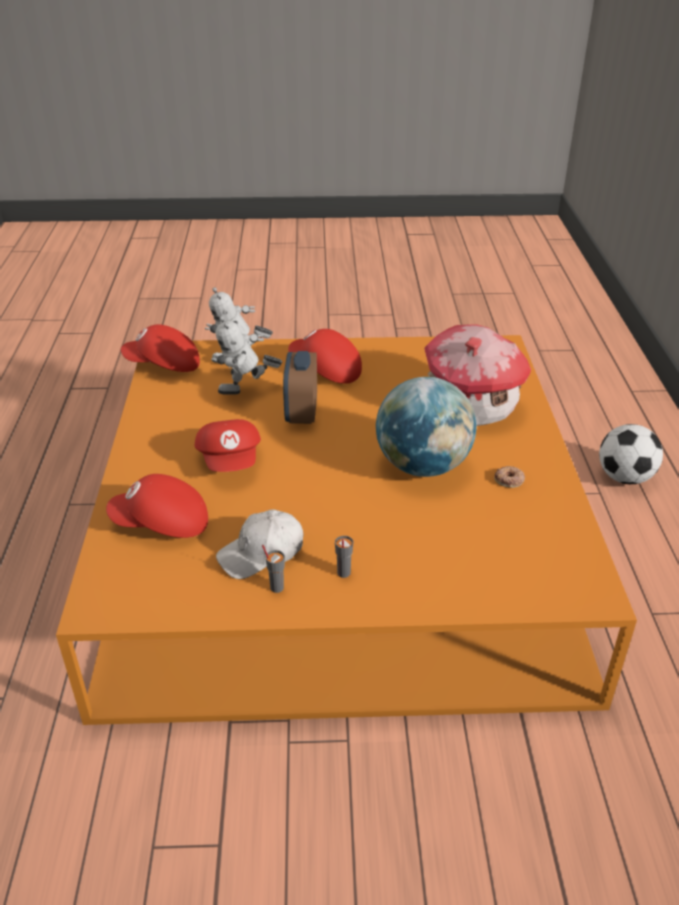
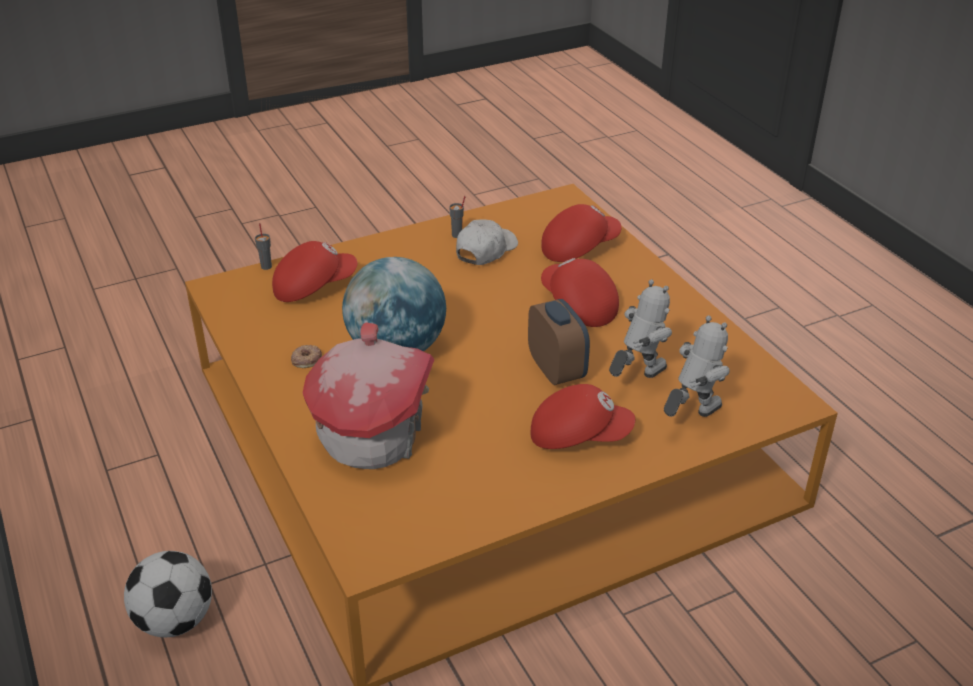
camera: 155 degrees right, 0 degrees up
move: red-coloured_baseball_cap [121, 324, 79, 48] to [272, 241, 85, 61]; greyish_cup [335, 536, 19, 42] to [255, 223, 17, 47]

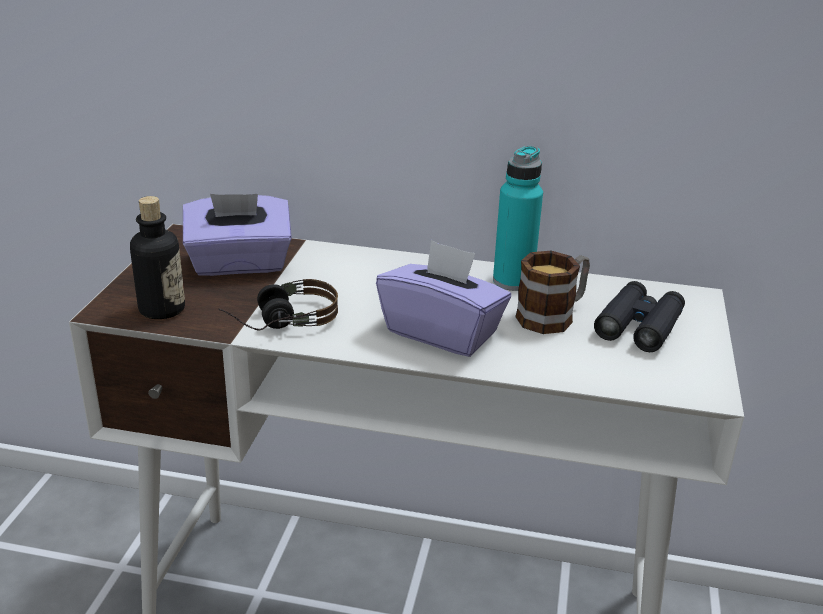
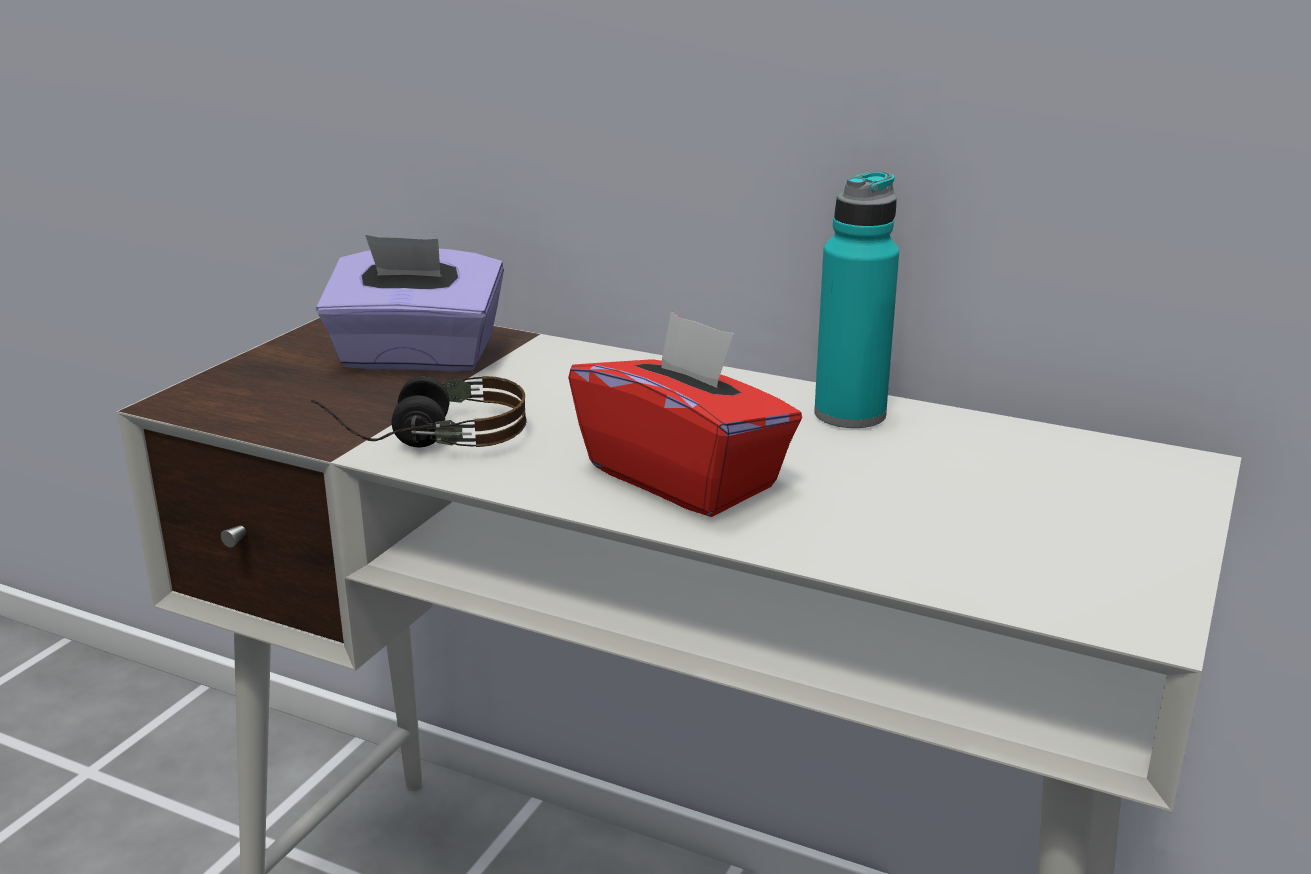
camera: 15 degrees right, 5 degrees down
delete: beverage_bottle [130, 196, 55, 123]; tea_mug [515, 251, 75, 83]; black_pair_of_binoculars [594, 281, 91, 71]
recolor: purple-coloured_tissue_holder [376, 240, 135, 117] to red-coloured_tissue_holder [568, 311, 234, 206]

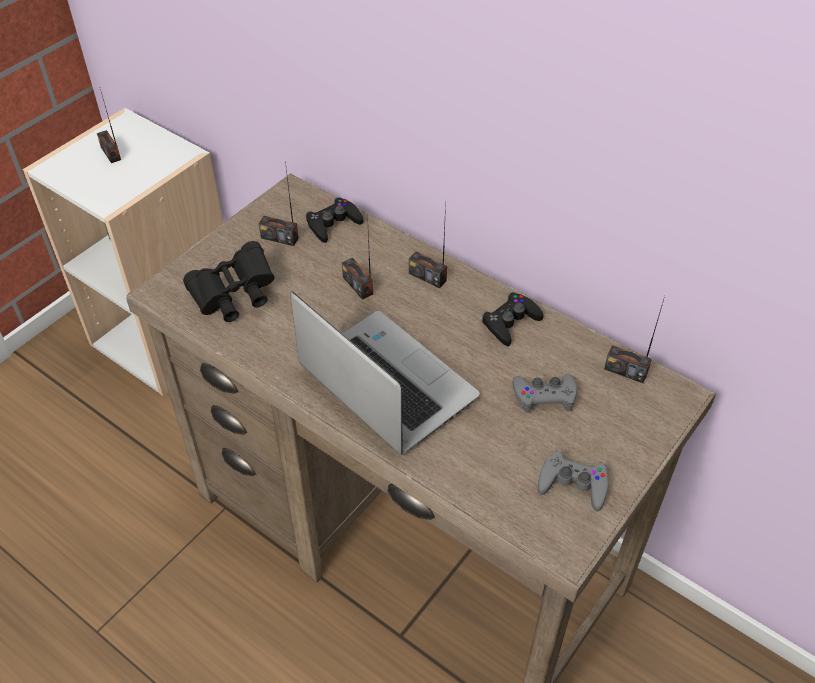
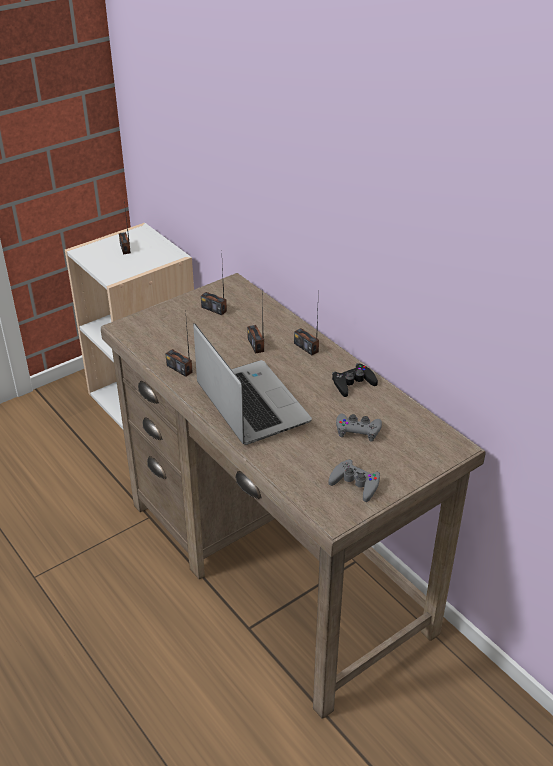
camera: 15 degrees right, 10 degrees down
delete: black_game_controller [306, 197, 57, 46]; black_pair_of_binoculars [183, 241, 92, 81]
move: radio_receiver [604, 296, 61, 87] to [165, 309, 28, 68]

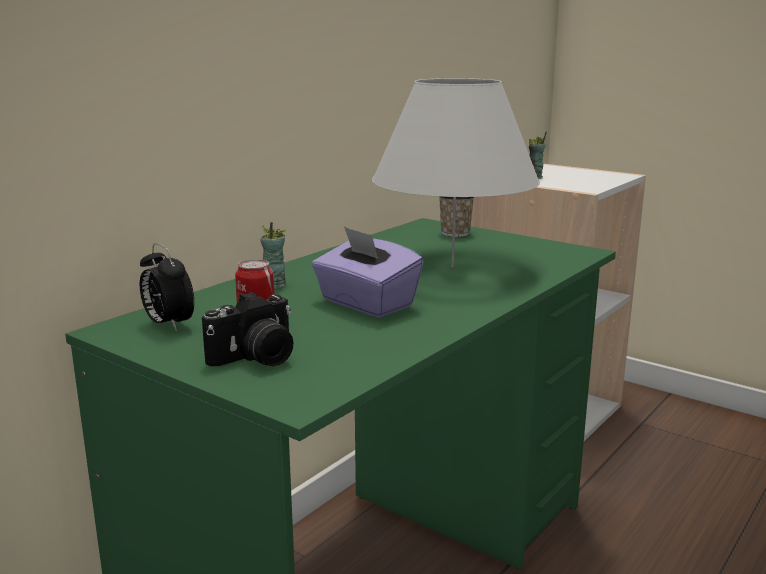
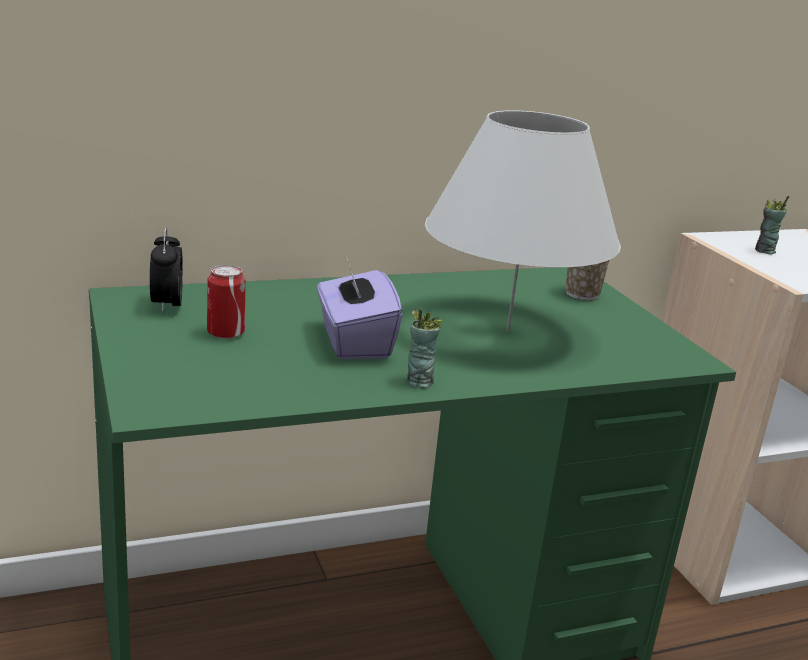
camera: 30 degrees right, 5 degrees up
delete: still_camera [202, 292, 91, 75]
move: cup [260, 222, 26, 67] to [407, 309, 36, 79]

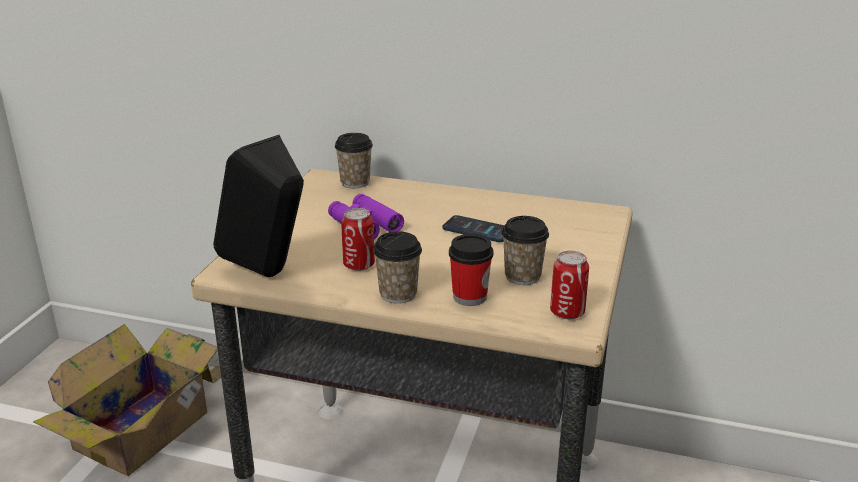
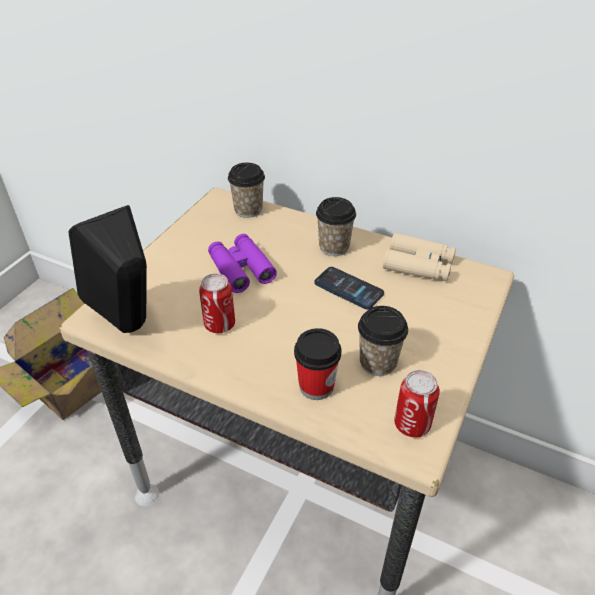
camera: 10 degrees right, 15 degrees up
insert: beige_pair_of_binoculars [383, 233, 73, 48]
move: cup [373, 231, 49, 73] to [316, 197, 40, 59]

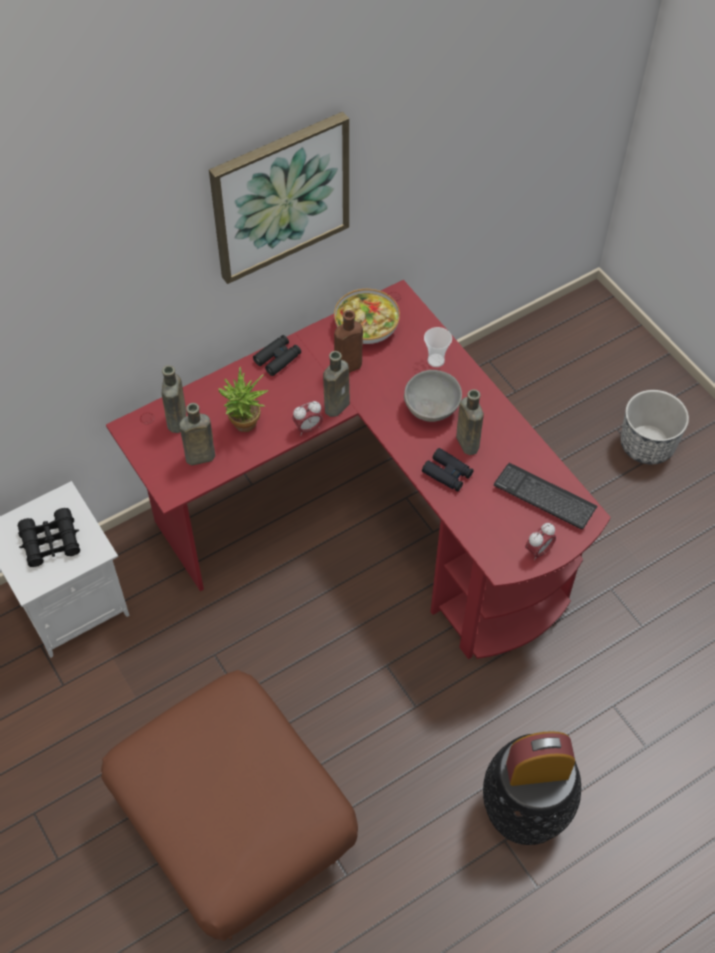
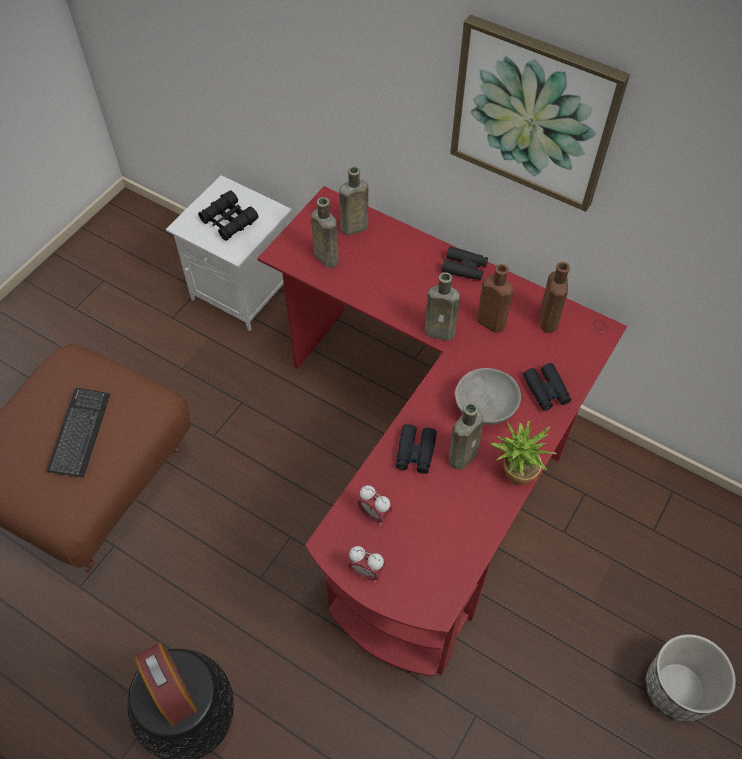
camera: 65 degrees right, 0 degrees up
move: houseplant [218, 367, 50, 65] to [491, 421, 66, 64]; alarm_clock [292, 401, 31, 33] to [357, 485, 35, 40]; keyboard [494, 463, 104, 66] to [47, 388, 63, 90]
replace: deep_dish [334, 289, 66, 55] to brown-coloured_beverage_bottle [540, 262, 30, 71]; cup [424, 327, 28, 40] to black_pair_of_binoculars [523, 363, 48, 48]

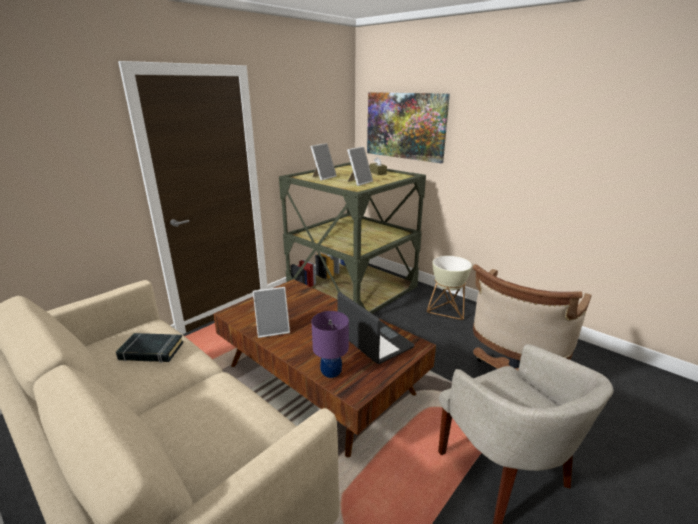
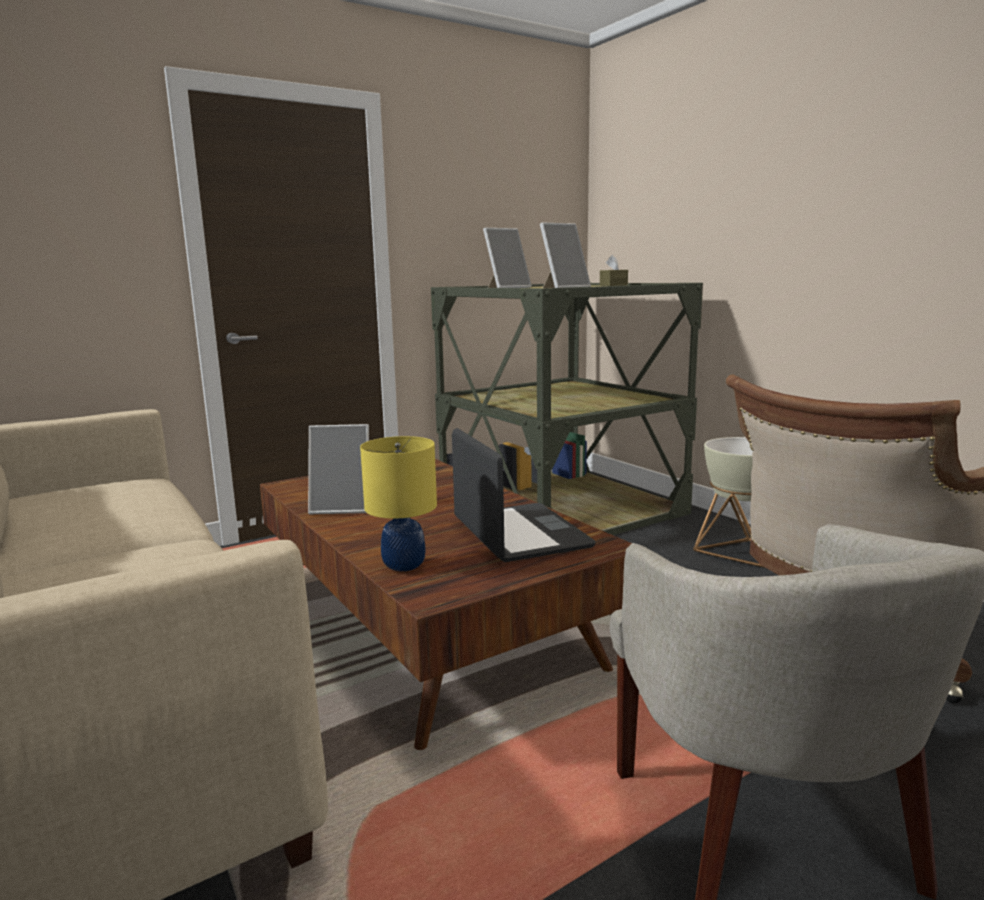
camera: 15 degrees right, 10 degrees down
delete: picture [367, 92, 83, 71]; black_book [116, 333, 68, 30]
recolor: purple-coloured_lamp_for_a_table [311, 311, 38, 67] to yellow_lamp_for_a_table [360, 436, 77, 135]

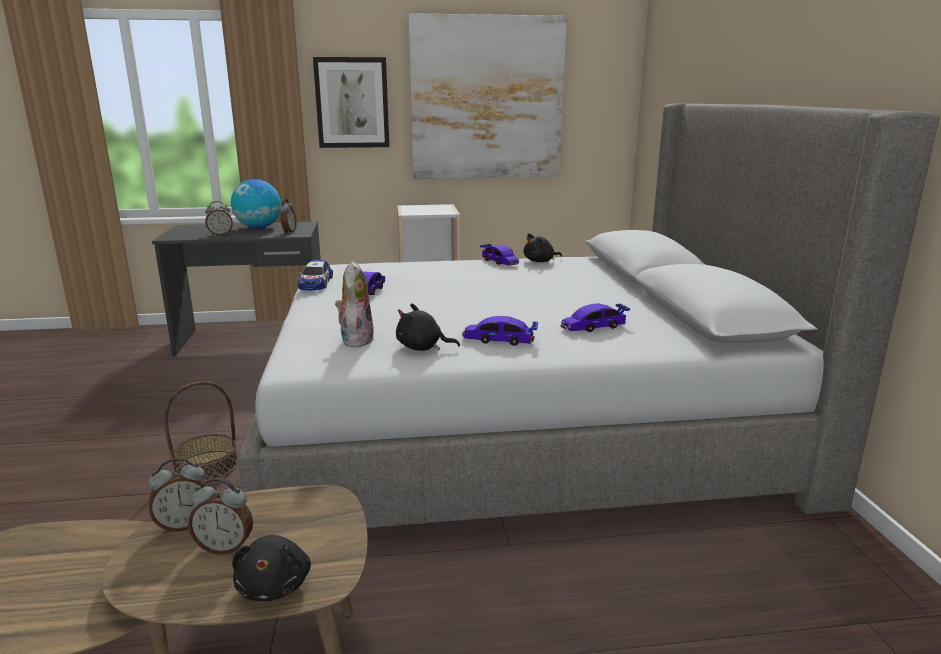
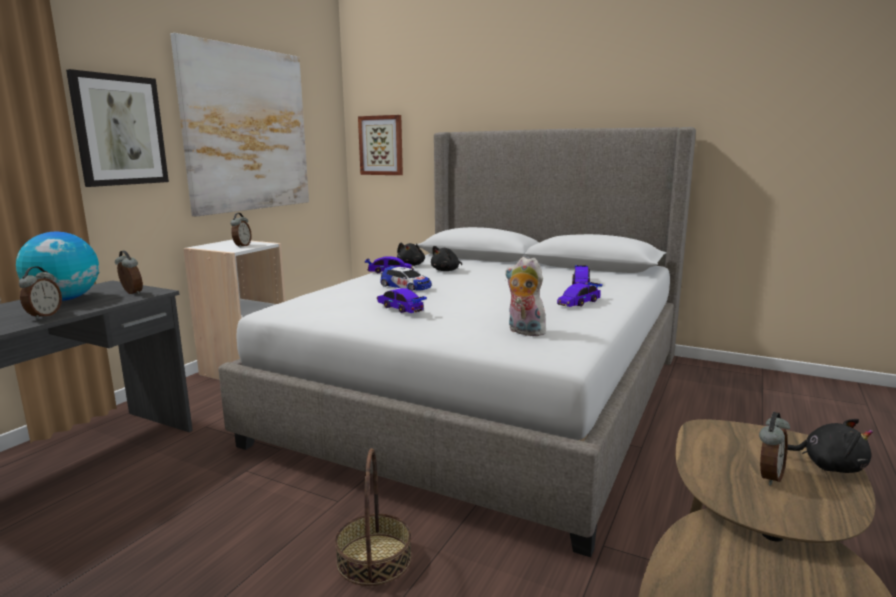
camera: 55 degrees left, 5 degrees down
insert: picture [358, 115, 45, 60]
move: miniature_car [298, 260, 35, 30] to [380, 267, 51, 24]; black_cuddly_toy [396, 303, 64, 48] to [431, 246, 31, 25]; alarm_clock [148, 458, 60, 75] to [230, 213, 22, 35]

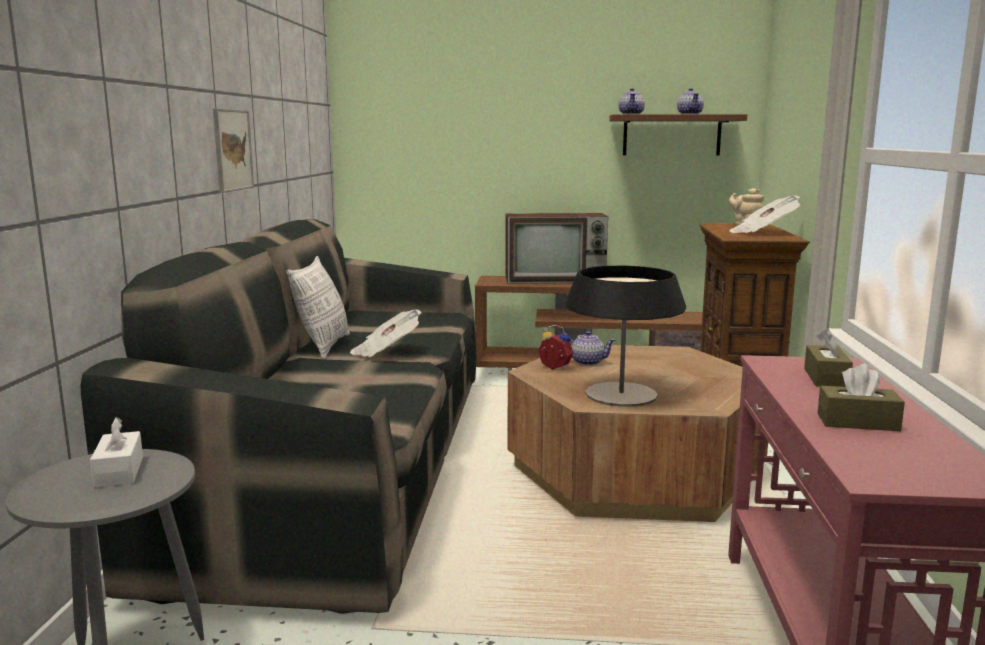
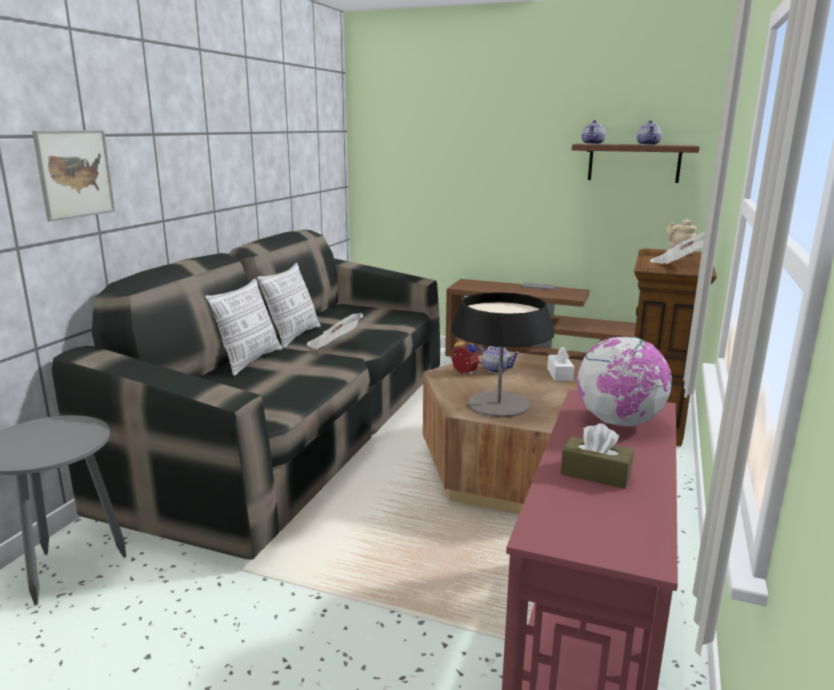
camera: 15 degrees right, 5 degrees up
delete: television [505, 213, 103, 70]
insert: cushion [205, 279, 77, 97]
move: picture [213, 108, 41, 85] to [32, 130, 83, 92]; white-coloured_tissue_holder [90, 417, 53, 71] to [547, 347, 27, 34]
replace: brown-coloured_tissue_holder [804, 328, 49, 59] to desk_globe [577, 336, 95, 91]

